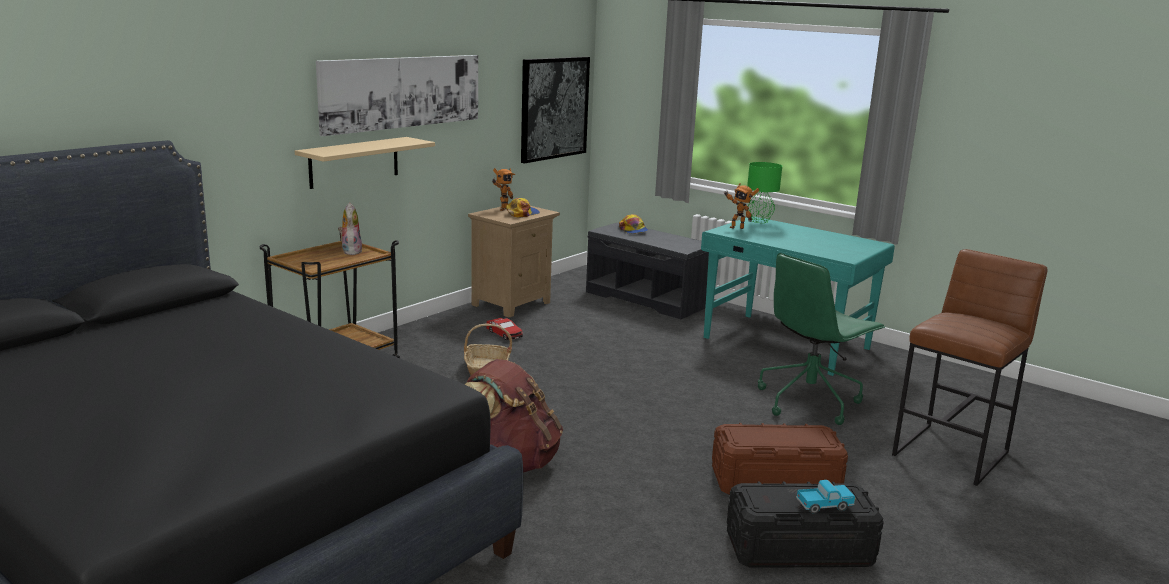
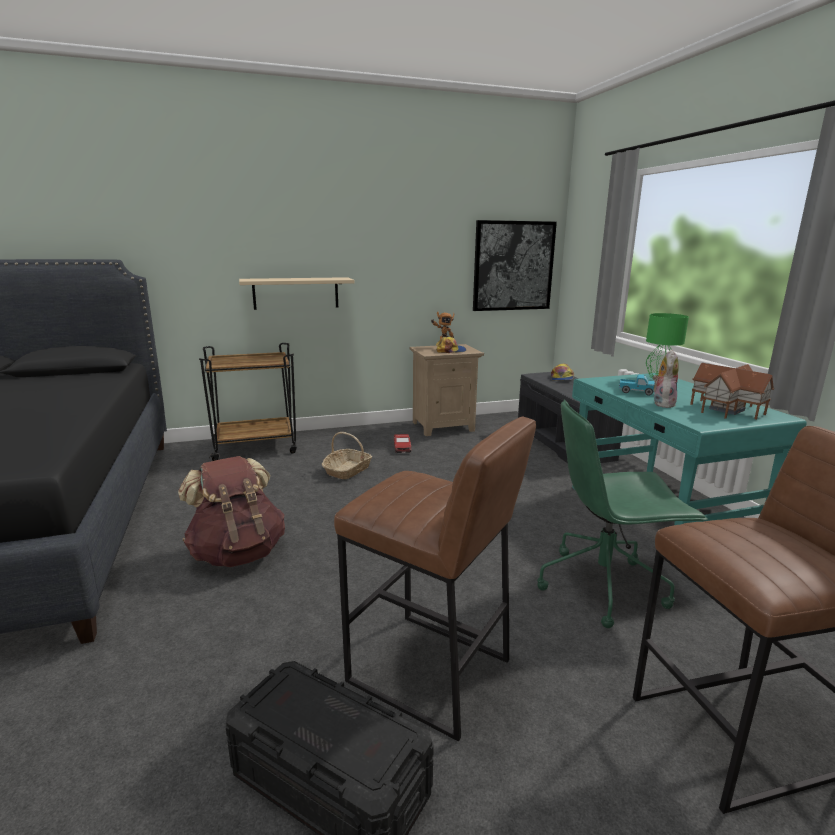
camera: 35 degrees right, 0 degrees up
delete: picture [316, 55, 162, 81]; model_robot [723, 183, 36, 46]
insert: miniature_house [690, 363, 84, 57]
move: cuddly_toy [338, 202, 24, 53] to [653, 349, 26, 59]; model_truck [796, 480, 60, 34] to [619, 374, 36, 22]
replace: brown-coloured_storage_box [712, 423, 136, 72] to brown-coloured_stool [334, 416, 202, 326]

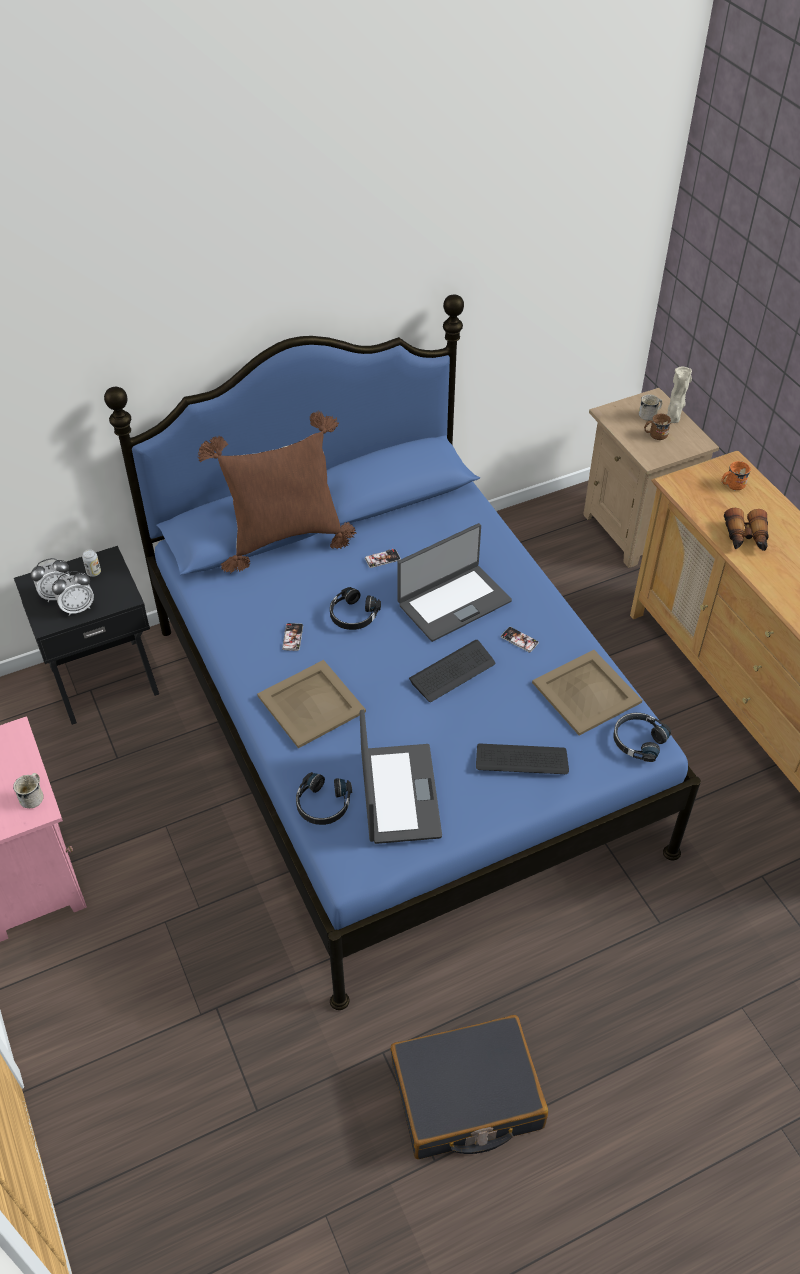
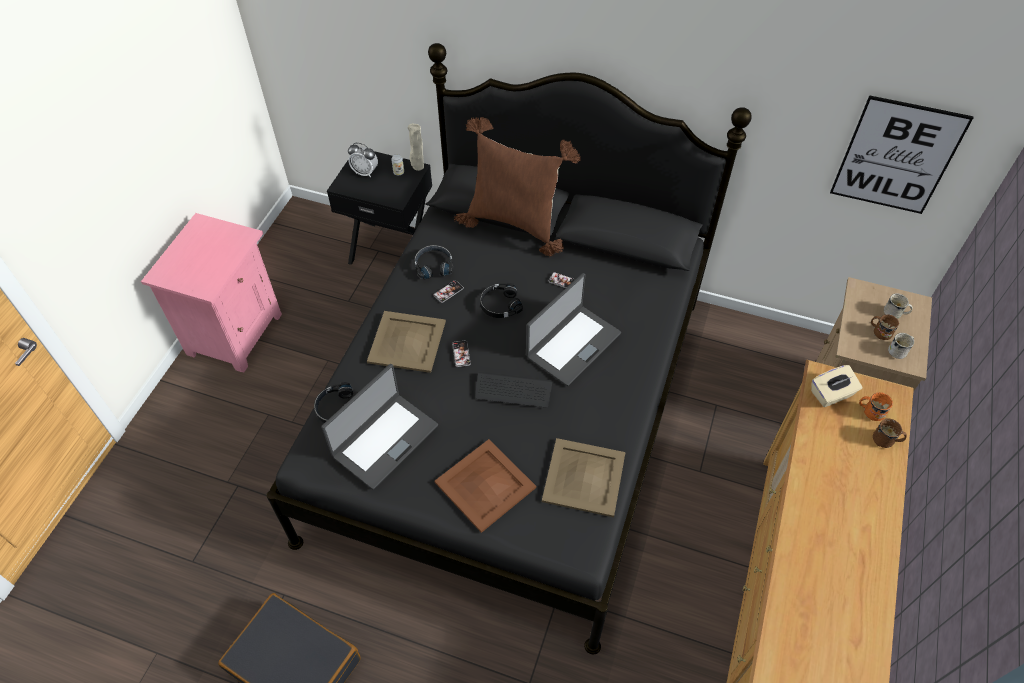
camera: 45 degrees right, 5 degrees up
delete: pair_of_binoculars [724, 508, 45, 43]; alarm_clock [52, 571, 42, 45]
insert: picture [830, 95, 143, 119]; beige_tissue_holder [811, 365, 51, 42]; brown-coloured_tea_mug [873, 418, 34, 30]
move: beige_decorative_vase [667, 367, 25, 56] to [407, 123, 17, 48]; telephone [501, 627, 38, 25] to [452, 340, 19, 27]; black_pair_of_headphones [613, 713, 58, 49] to [415, 245, 39, 34]; white-coloured_tea_mug [13, 773, 31, 35] to [888, 333, 26, 26]
replace: keyboard [476, 743, 93, 31] to brown-coloured_tray [434, 439, 102, 94]
recolor: blue-coloured_bed [104, 294, 597, 716] to black_bed [266, 43, 486, 612]
rotate: notebook_computer [397, 523, 115, 119] = [526, 273, 95, 113] 60 degrees counterclockwise

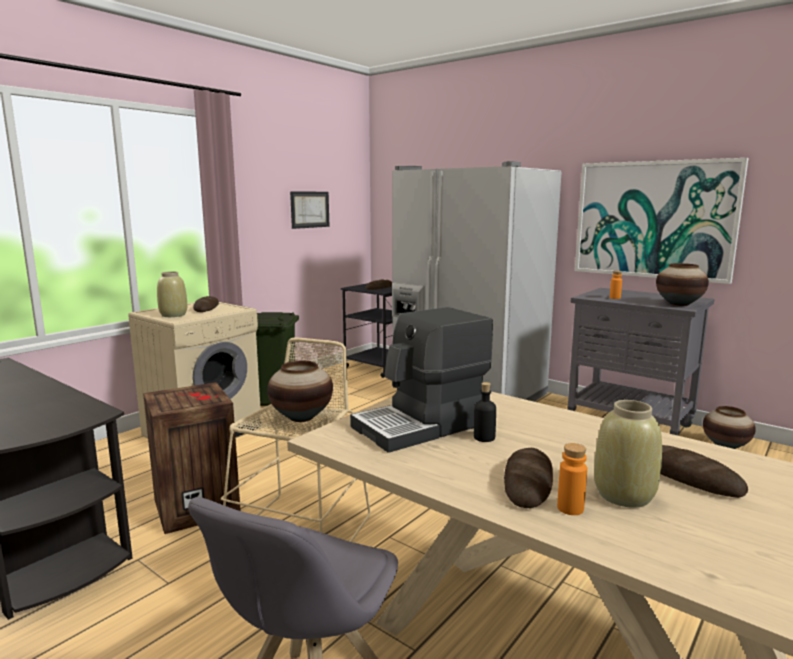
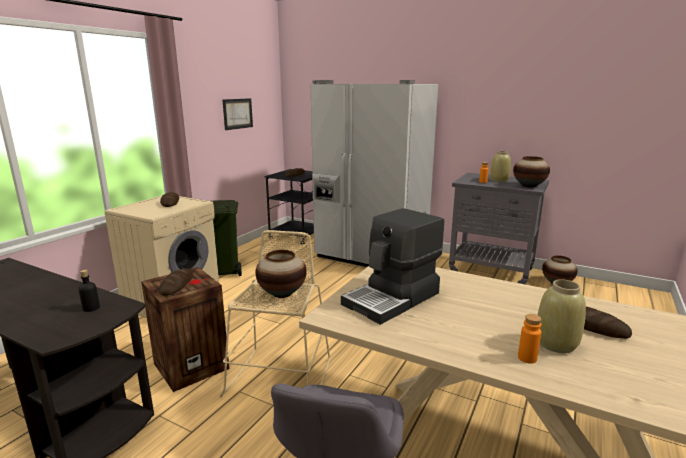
camera: 10 degrees left, 5 degrees up
delete: picture [575, 158, 173, 126]
move: beige_decorative_vase [157, 271, 30, 46] to [490, 151, 21, 31]; black_beverage_bottle [474, 382, 22, 60] to [78, 270, 22, 42]; bread [504, 448, 49, 60] to [159, 268, 34, 28]

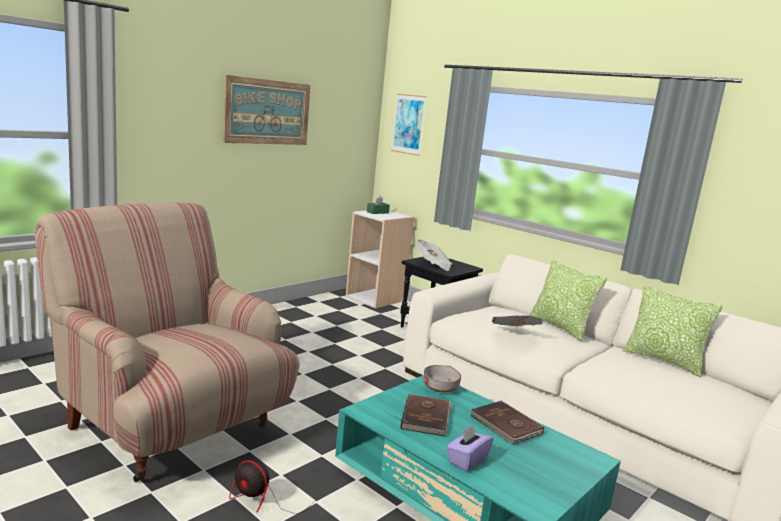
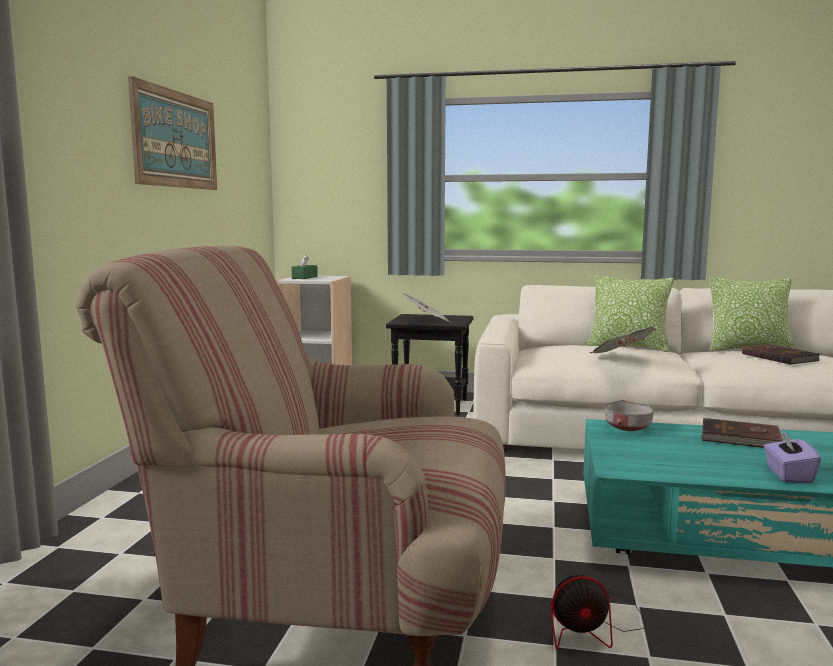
camera: 30 degrees left, 5 degrees down
delete: picture [391, 94, 35, 62]
move: brown-coloured_book [401, 394, 51, 42] to [742, 344, 78, 21]

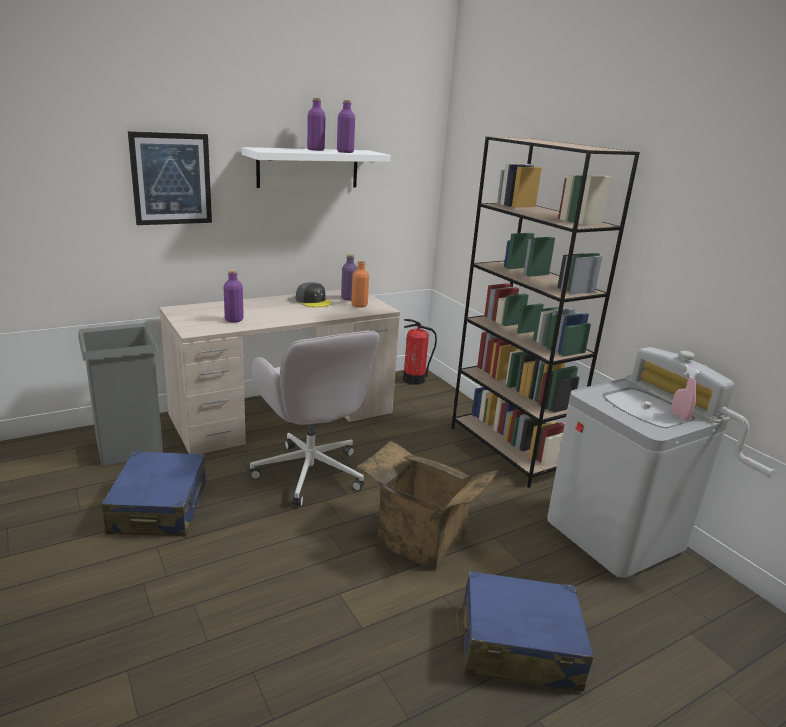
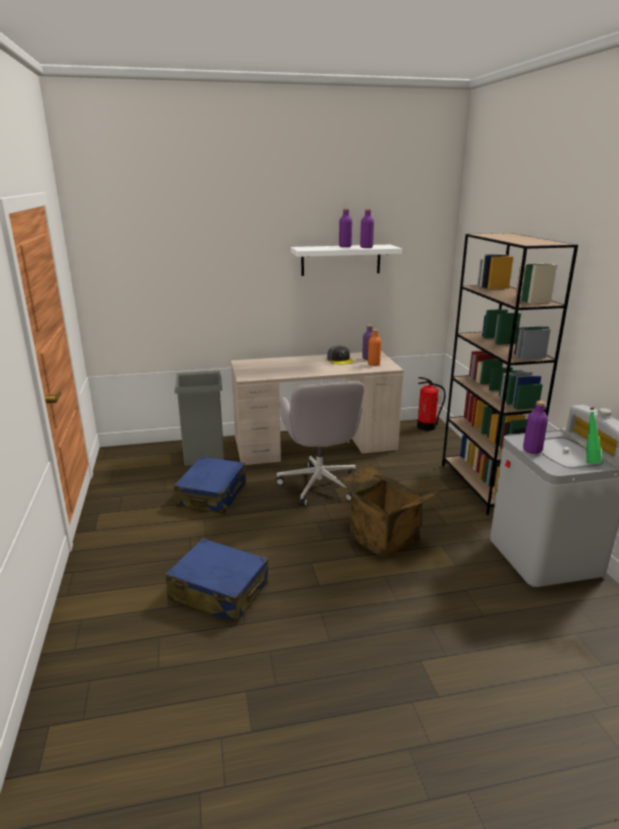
camera: 20 degrees right, 0 degrees up
delete: picture [128, 131, 84, 94]
move: purple-coloured_beverage_bottle [224, 270, 20, 53] to [523, 401, 25, 53]; blue-coloured_suitcase [456, 571, 138, 121] to [165, 538, 103, 86]
replace: pinkish_hand_sprayer [671, 364, 29, 57] to green_beverage_bottle [586, 407, 16, 56]

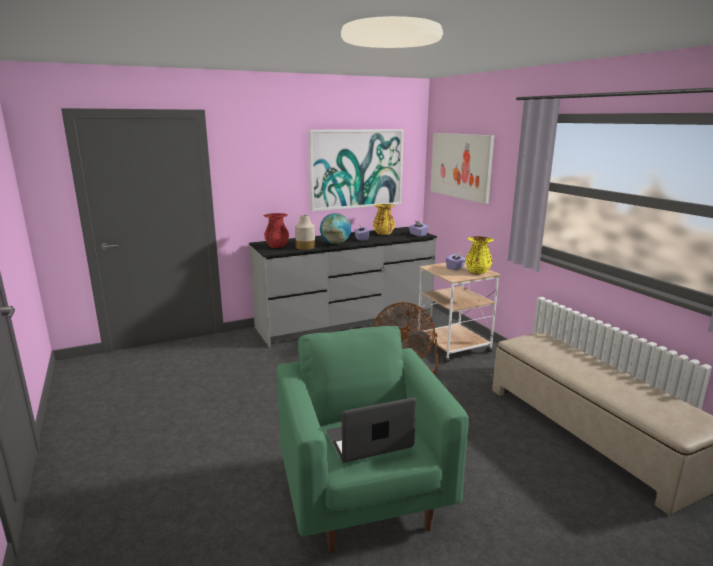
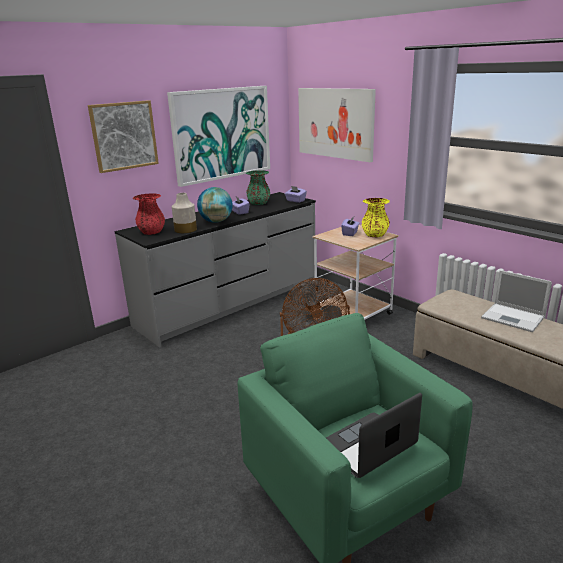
camera: 15 degrees left, 5 degrees up
insert: picture [88, 100, 71, 73]; notebook_computer [481, 270, 71, 62]
recolor: yellow_decorative_vase [373, 204, 22, 31] to green_decorative_vase [246, 170, 24, 35]

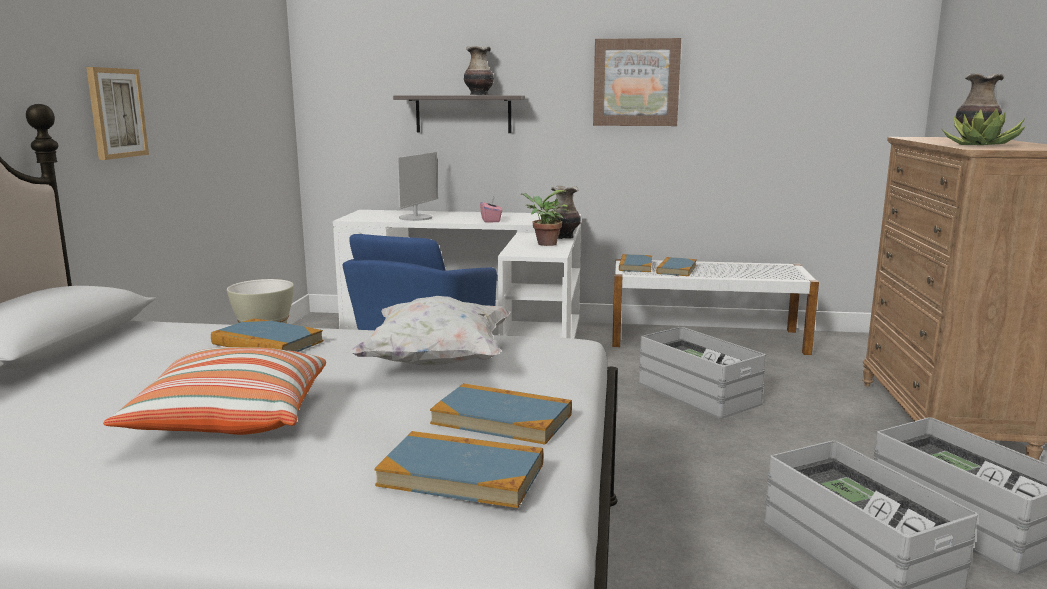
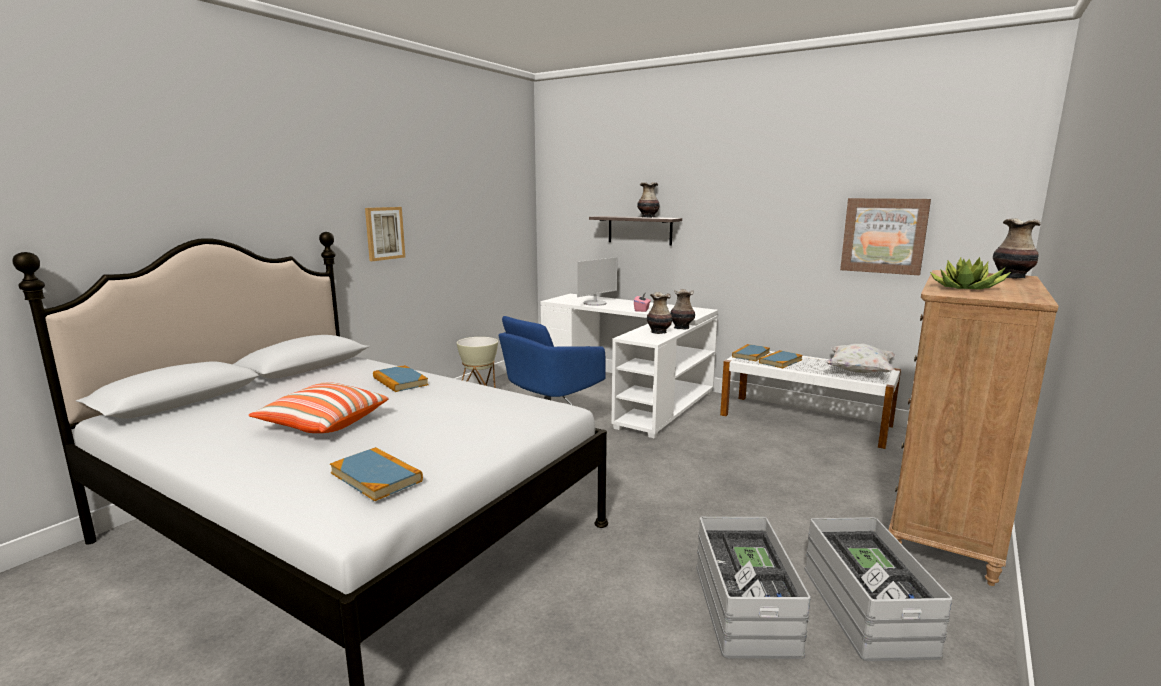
camera: 25 degrees right, 0 degrees up
delete: greyish_storage_box [638, 327, 128, 92]; book [430, 383, 142, 62]
move: picture [593, 38, 88, 88] to [840, 198, 91, 77]; white-coloured_cushion [349, 296, 162, 70] to [826, 343, 69, 30]
replace: houseplant [521, 190, 49, 56] to decorative_vase [647, 292, 25, 42]

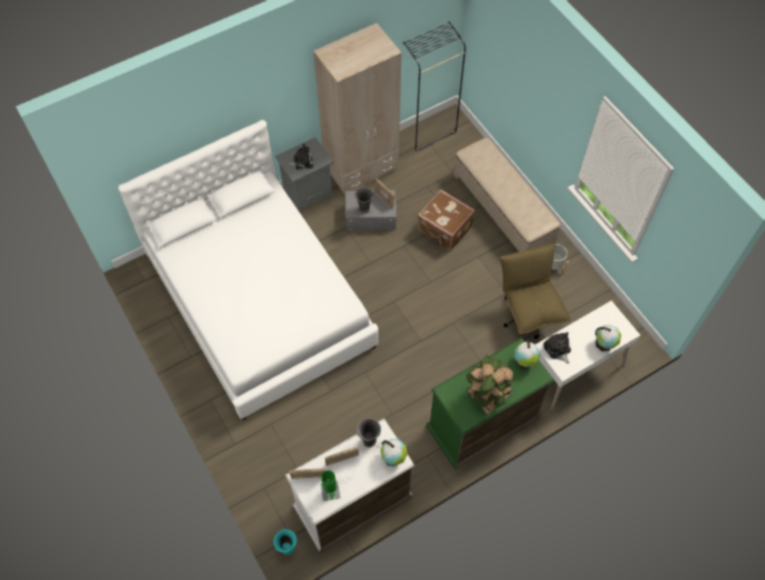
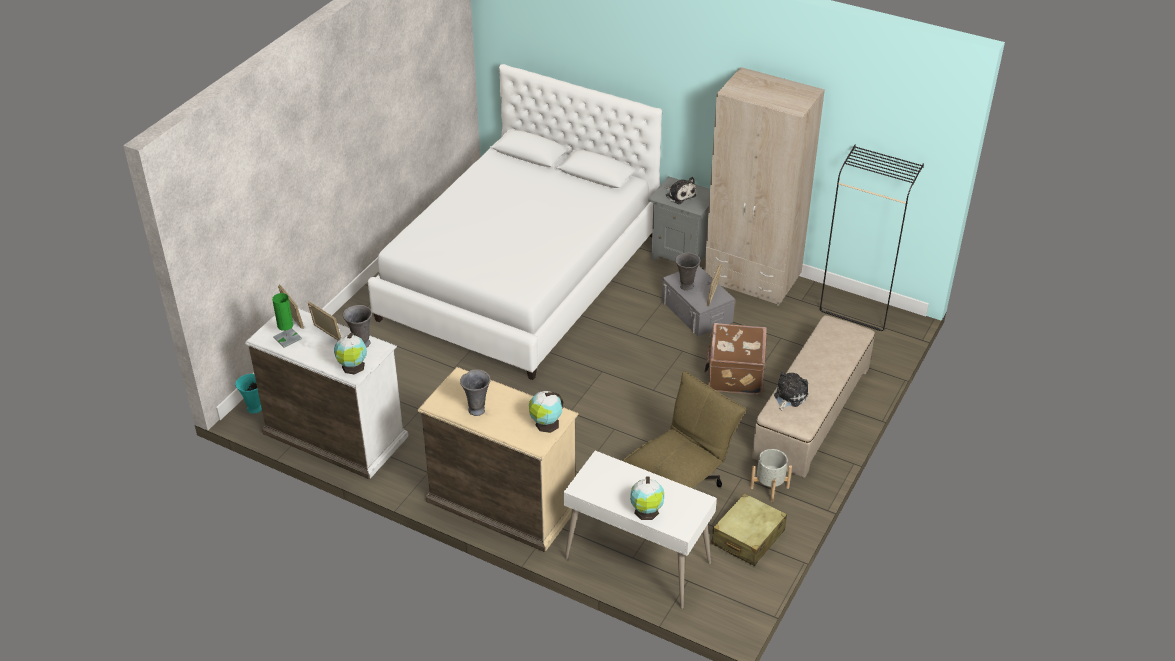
camera: 60 degrees right, 20 degrees down
insert: beige_suitcase [711, 493, 76, 73]
move: cuddly_toy [544, 332, 27, 32] to [774, 372, 34, 39]
replace: houseplant [466, 354, 48, 62] to greyish_decorative_vase [460, 369, 31, 47]
recolor: green_chest_of_drawers [426, 337, 128, 132] to beige_chest_of_drawers [417, 367, 162, 185]

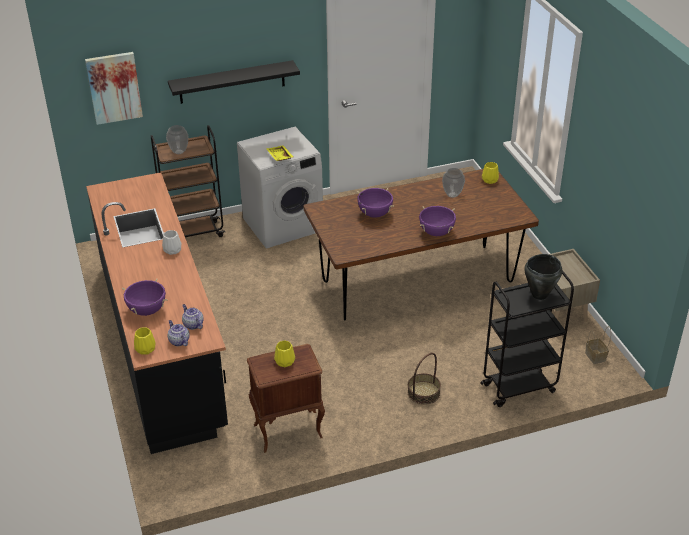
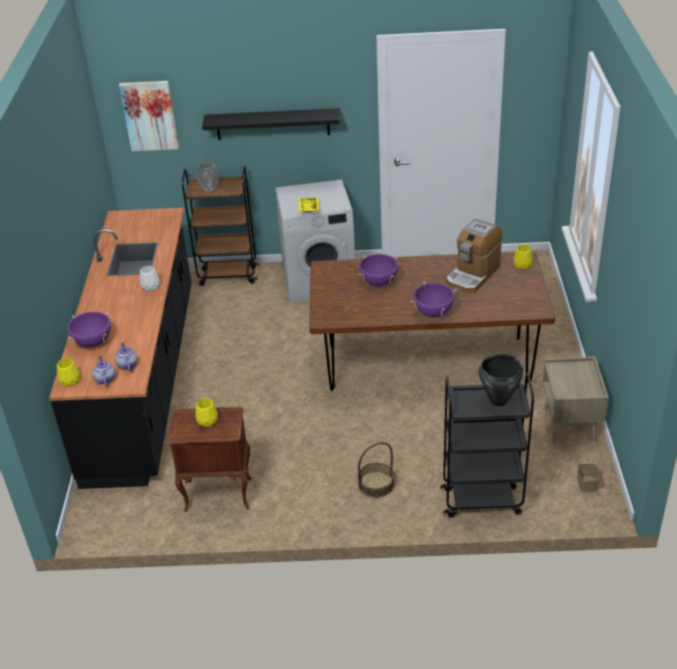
camera: 20 degrees right, 0 degrees up
replace: decorative_vase [442, 168, 23, 30] to coffee_maker [446, 219, 57, 74]

